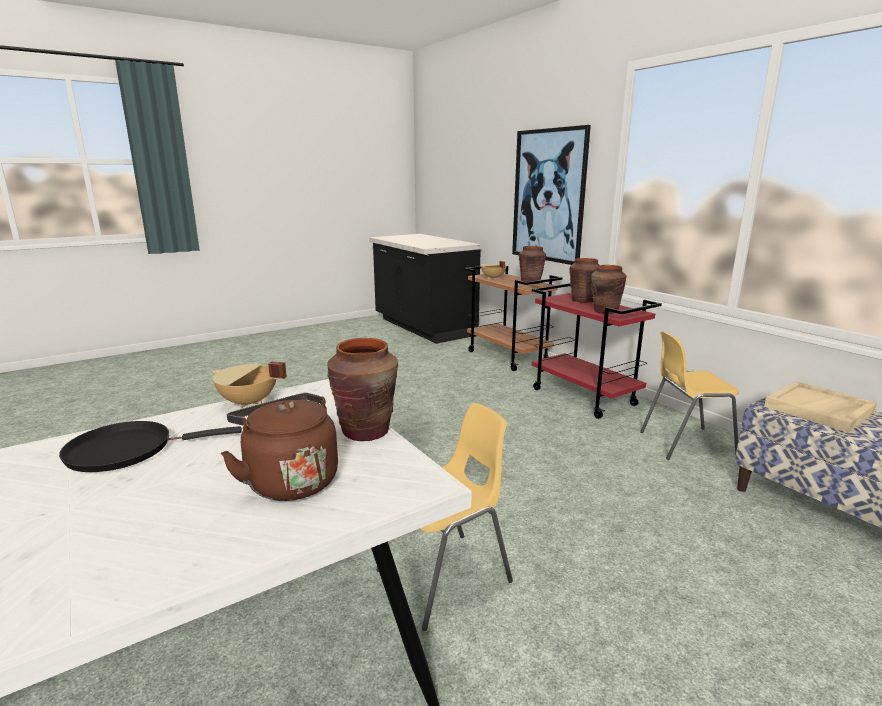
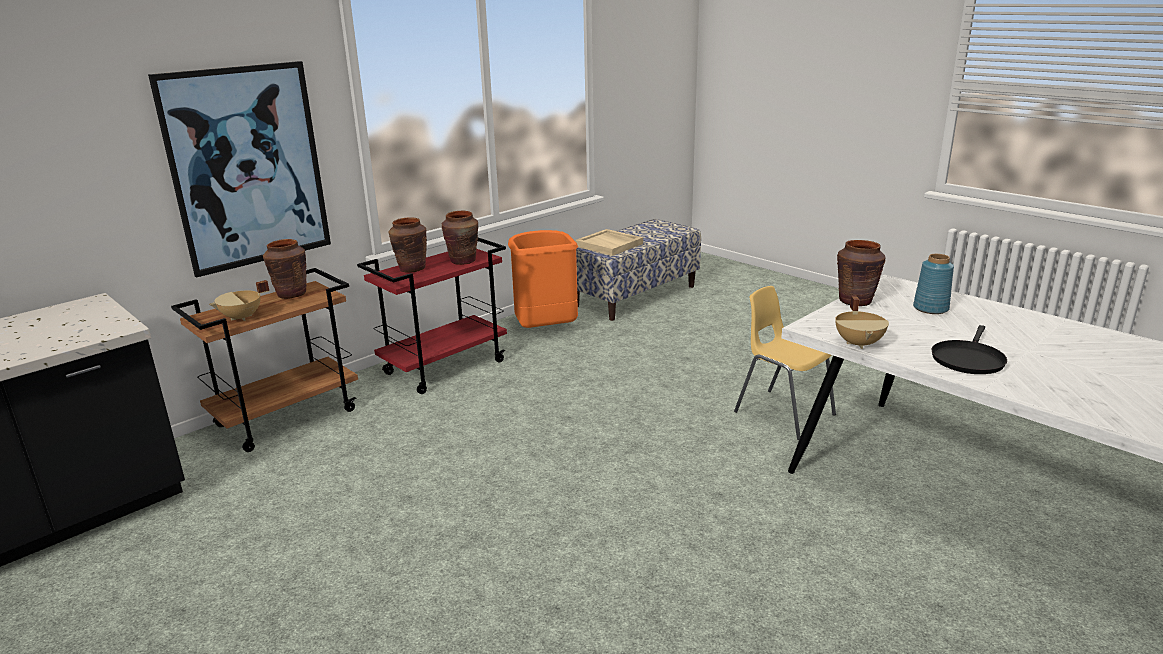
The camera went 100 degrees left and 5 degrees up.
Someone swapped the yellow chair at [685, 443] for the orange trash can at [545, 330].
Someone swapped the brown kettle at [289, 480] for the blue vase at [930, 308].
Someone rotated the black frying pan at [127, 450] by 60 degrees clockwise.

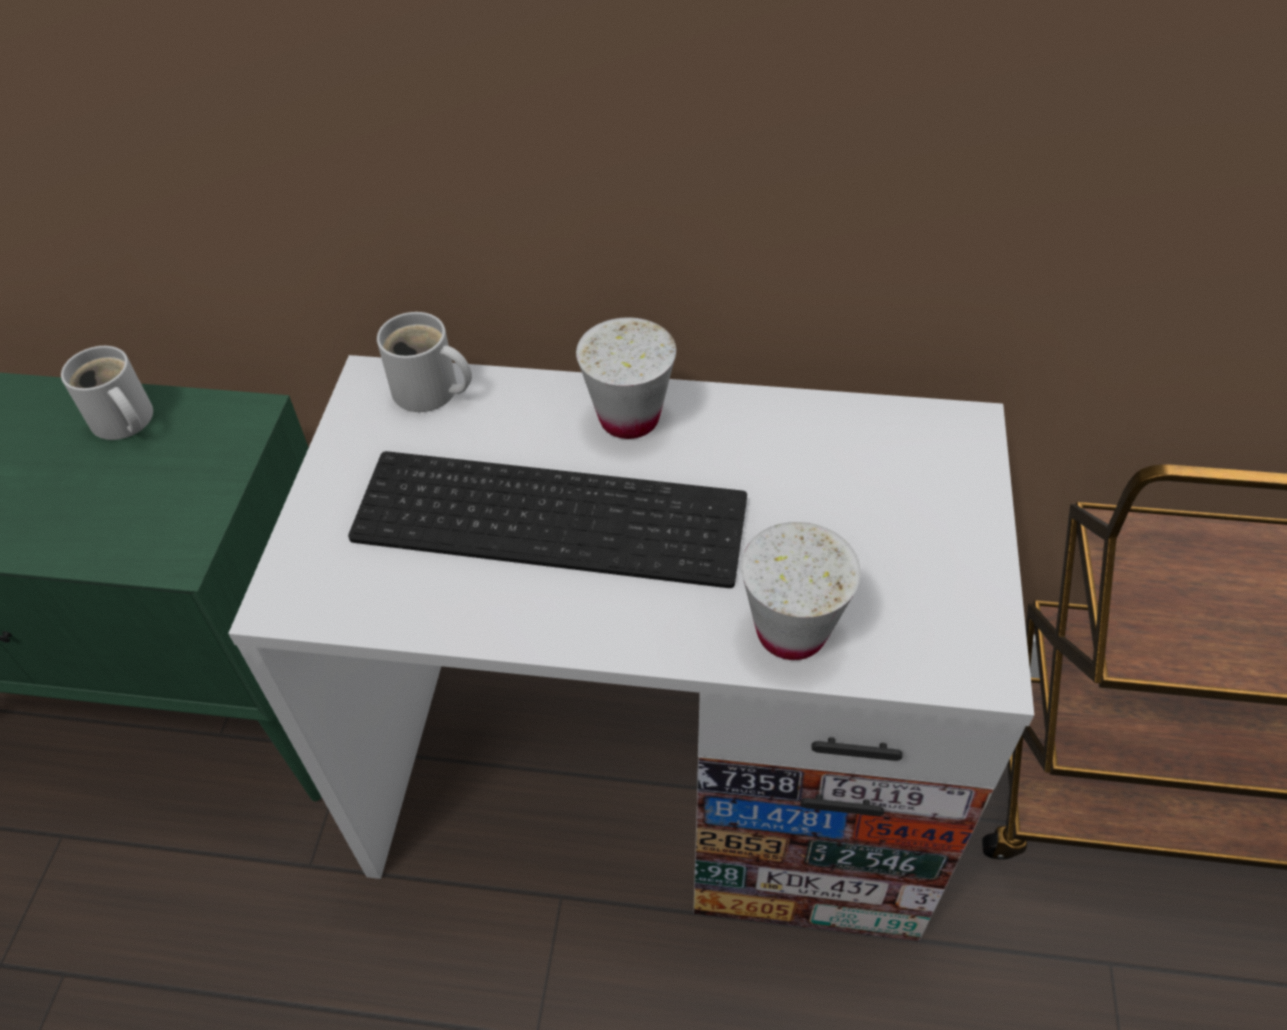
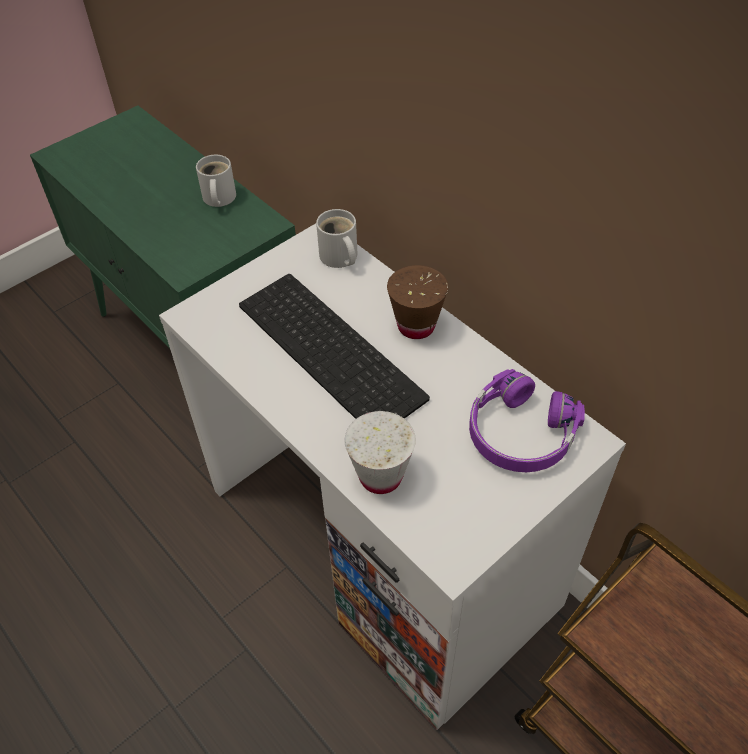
The camera went 40 degrees right and 0 degrees up.
Someone repainted the white cup at [629, 418], which became the brown cup at [416, 326].
Someone put down the purple headphones at [519, 434].

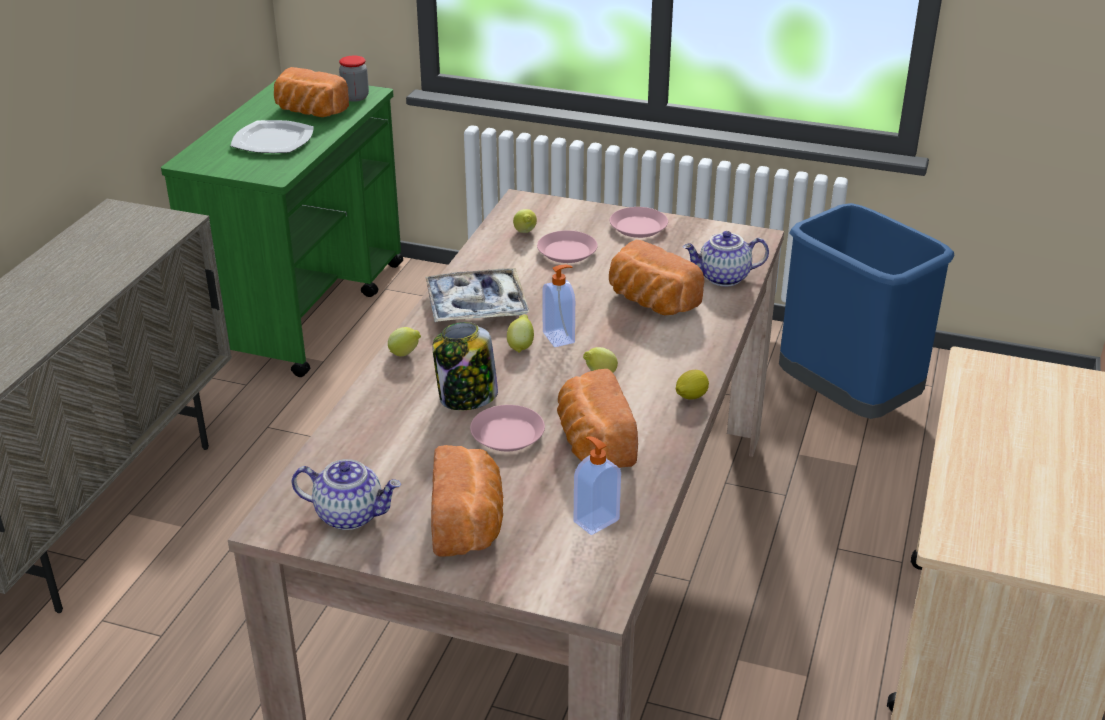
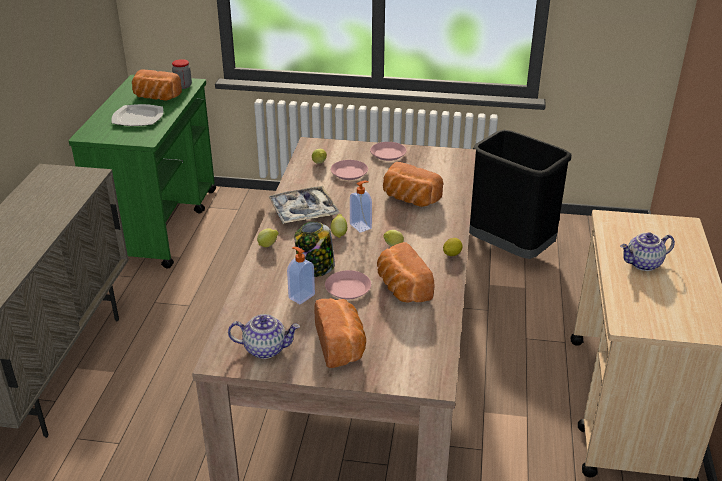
The camera went 10 degrees left and 0 degrees up.
Someone carried the soap dispenser from [595, 520] to [301, 296].
Someone repainted the blue trash can at [848, 400], which became the black trash can at [510, 249].
Someone carried the teapot from [723, 278] to [643, 264].

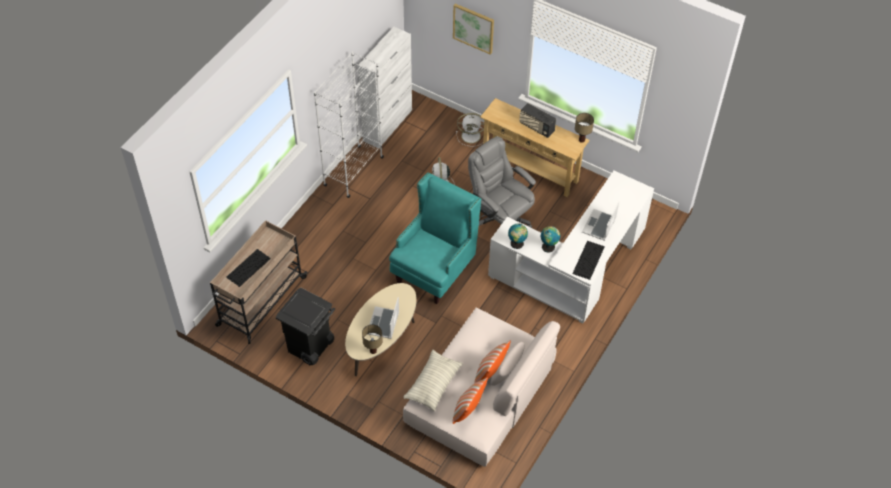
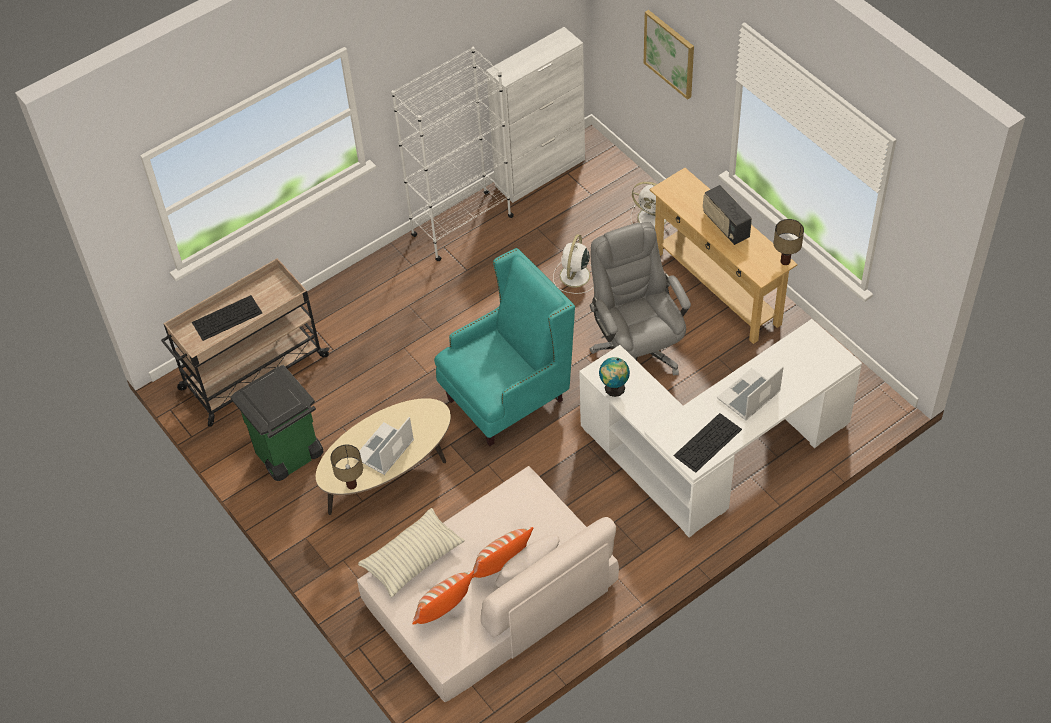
The camera went 25 degrees right and 0 degrees up.
Someone repainted the black trash can at [310, 347], which became the green trash can at [288, 456].
Someone took away the globe at [549, 246].

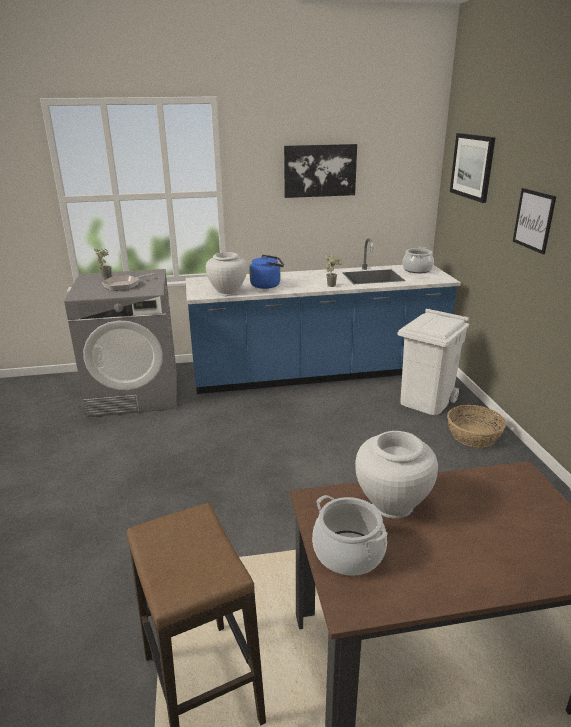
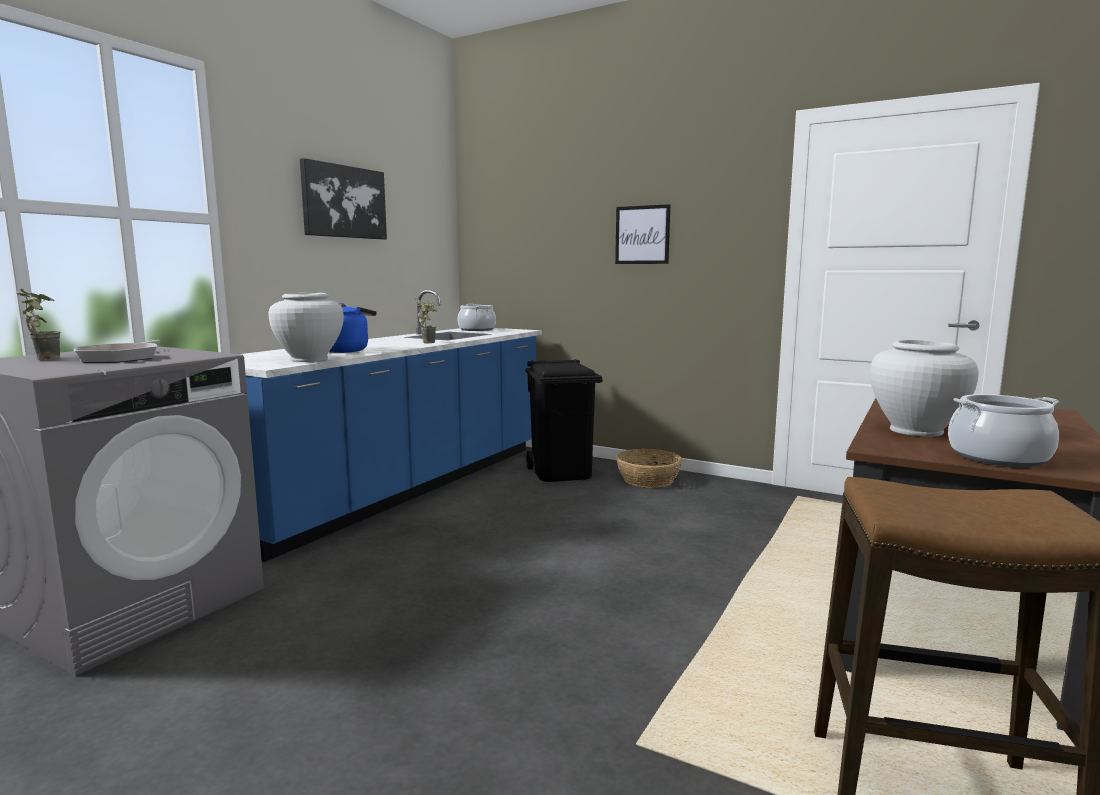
The camera went 50 degrees left and 15 degrees down.
Someone repainted the white trash can at [426, 401], which became the black trash can at [561, 472].
Someone took away the picture at [472, 166].

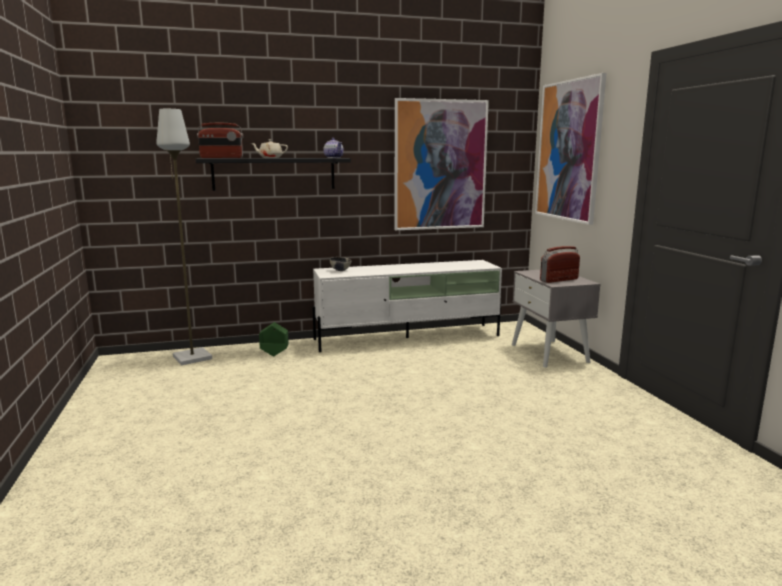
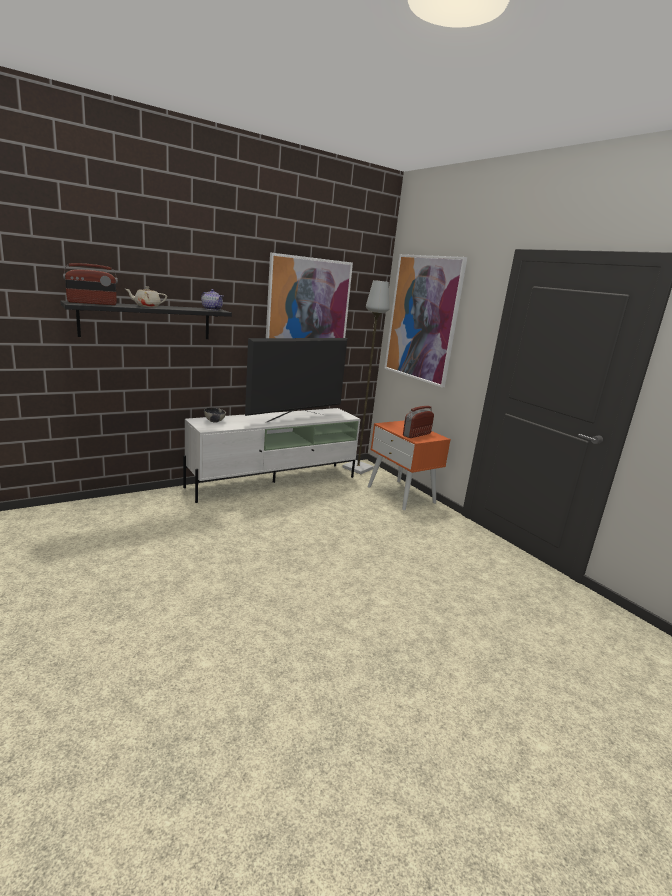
The camera went 20 degrees left and 5 degrees up.
Someone put down the television at [295, 418].
Someone carried the grey floor lamp from [192, 358] to [358, 468].
Someone repainted the grey nightstand at [549, 353], which became the orange nightstand at [401, 494].
Someone took away the green planter at [274, 354].

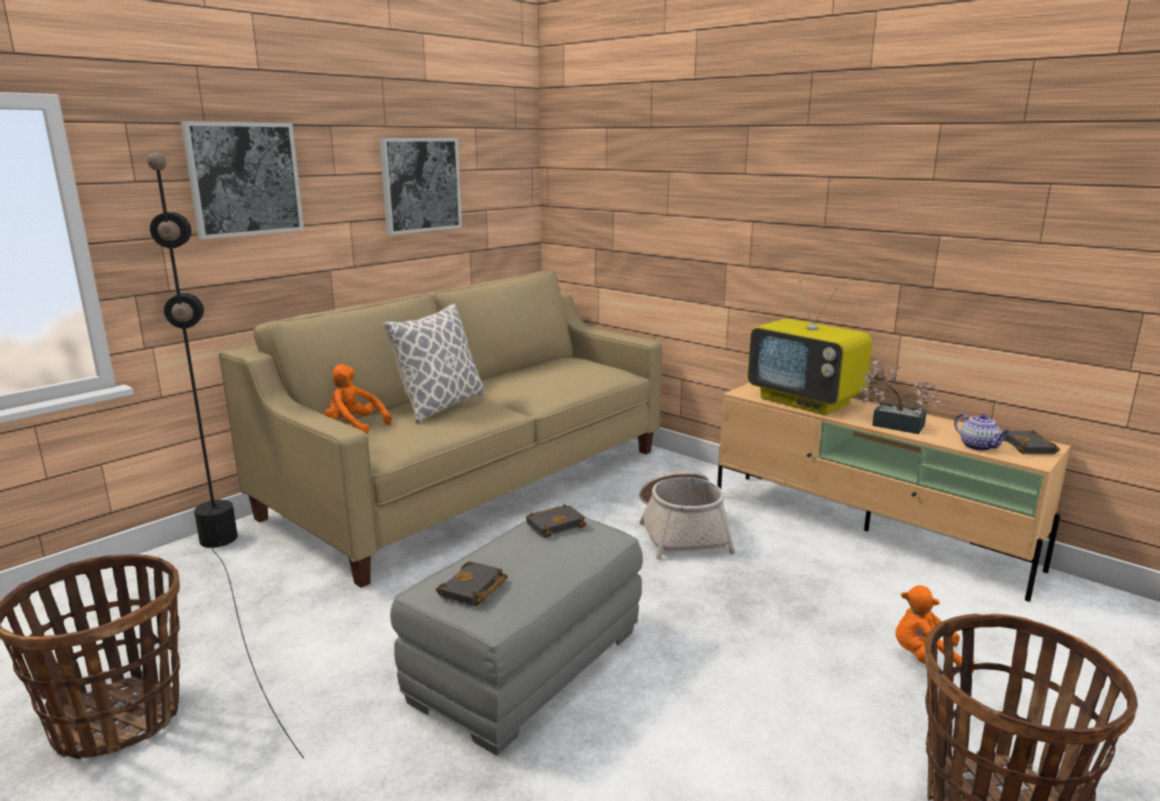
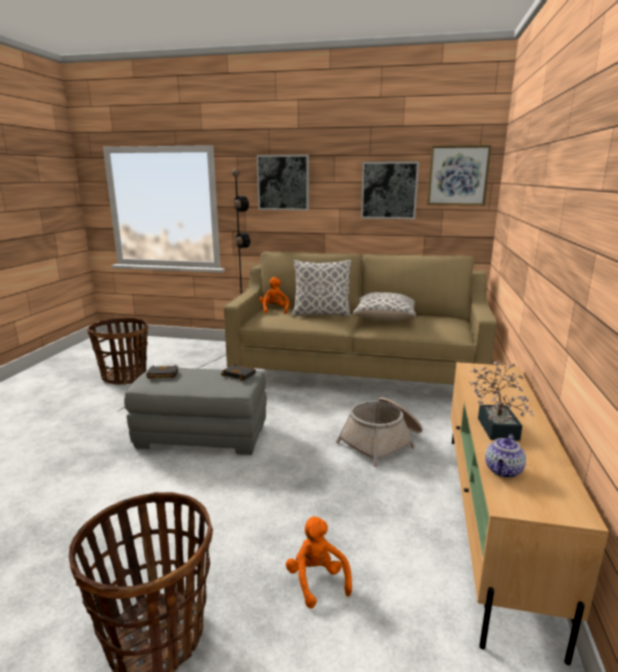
The camera went 60 degrees right and 0 degrees up.
Someone put down the pillow at [384, 319].
Someone put up the picture at [458, 175].
Someone took away the television at [805, 401].
Someone took away the black book at [1030, 447].

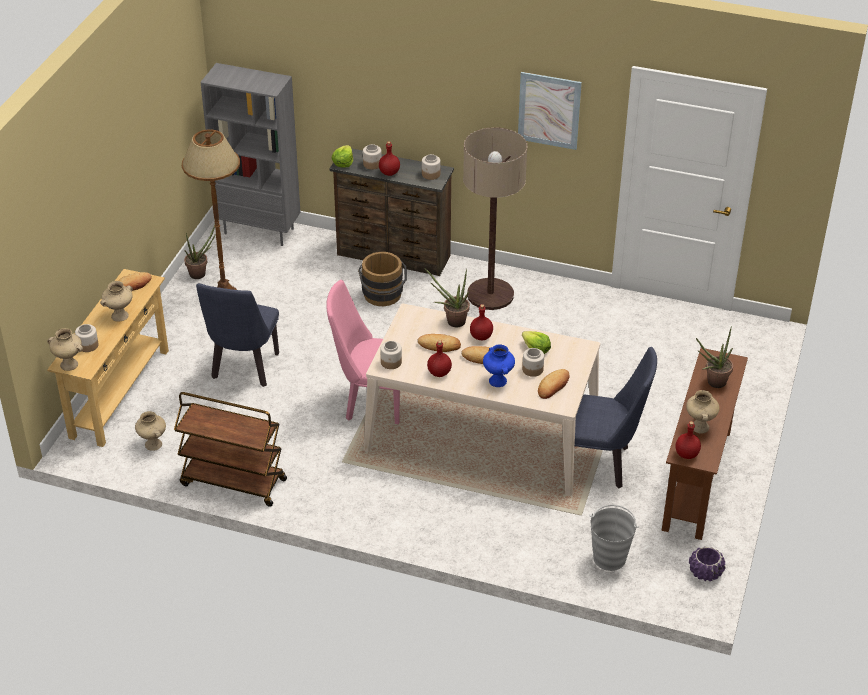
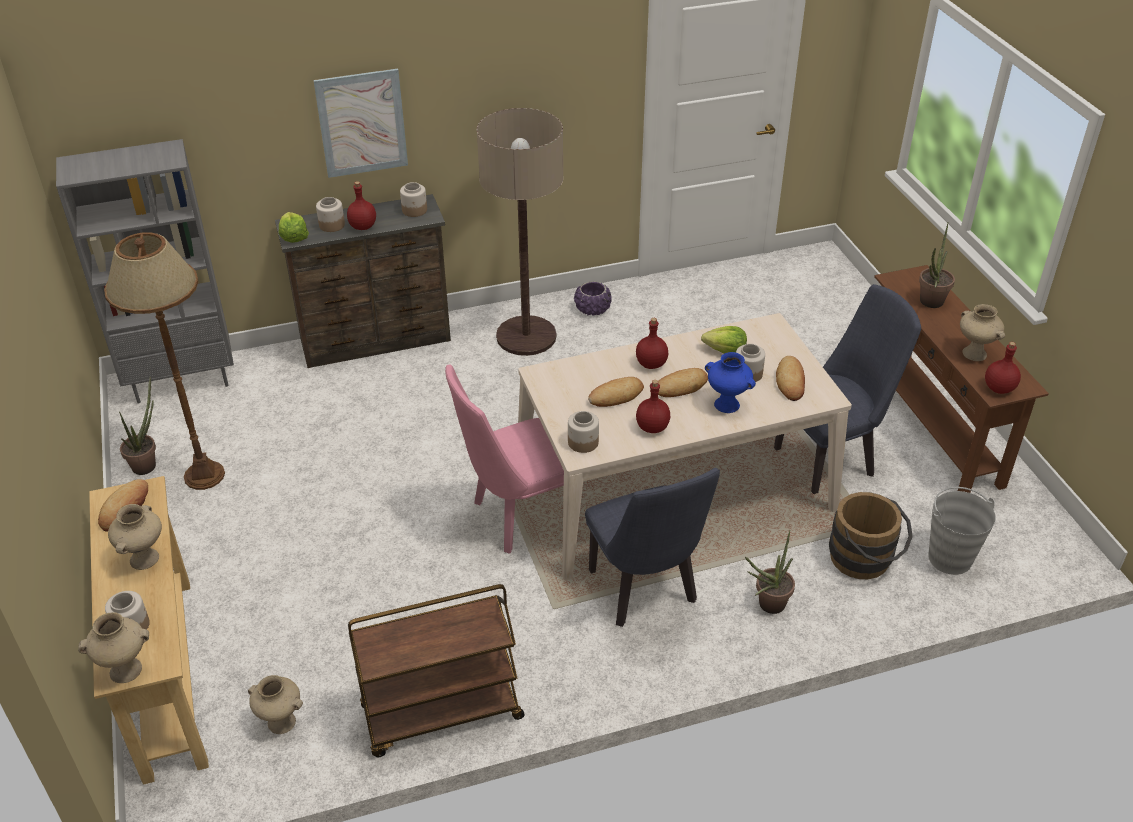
The camera went 35 degrees left and 0 degrees up.
Someone carried the picture from [549, 110] to [362, 123].
Someone carried the purple planter from [705, 572] to [593, 309].
Someone carried the blue chair from [244, 370] to [645, 593].
Someone carried the potted plant from [452, 321] to [767, 606].
Someone carried the brown bucket from [383, 297] to [865, 560].

